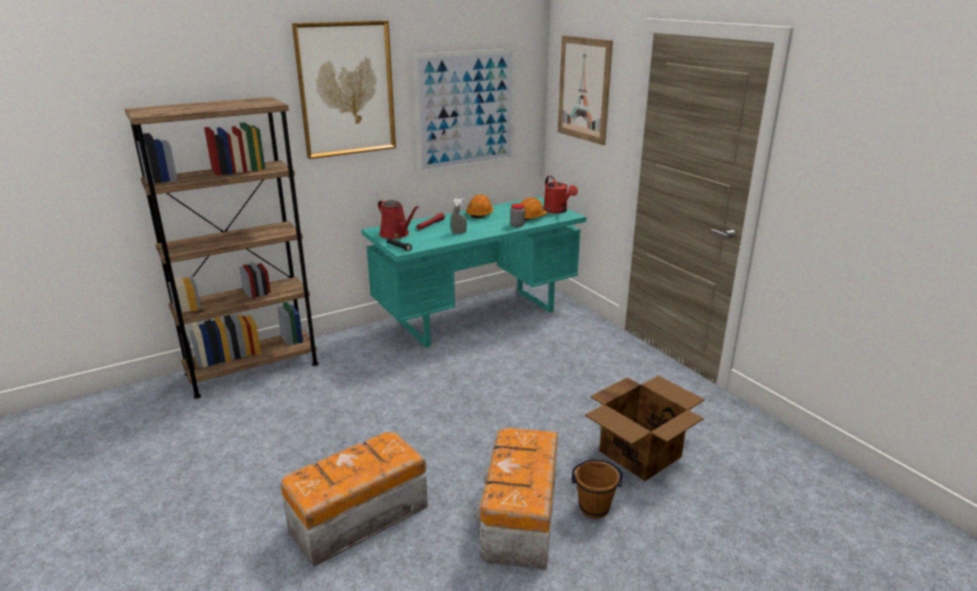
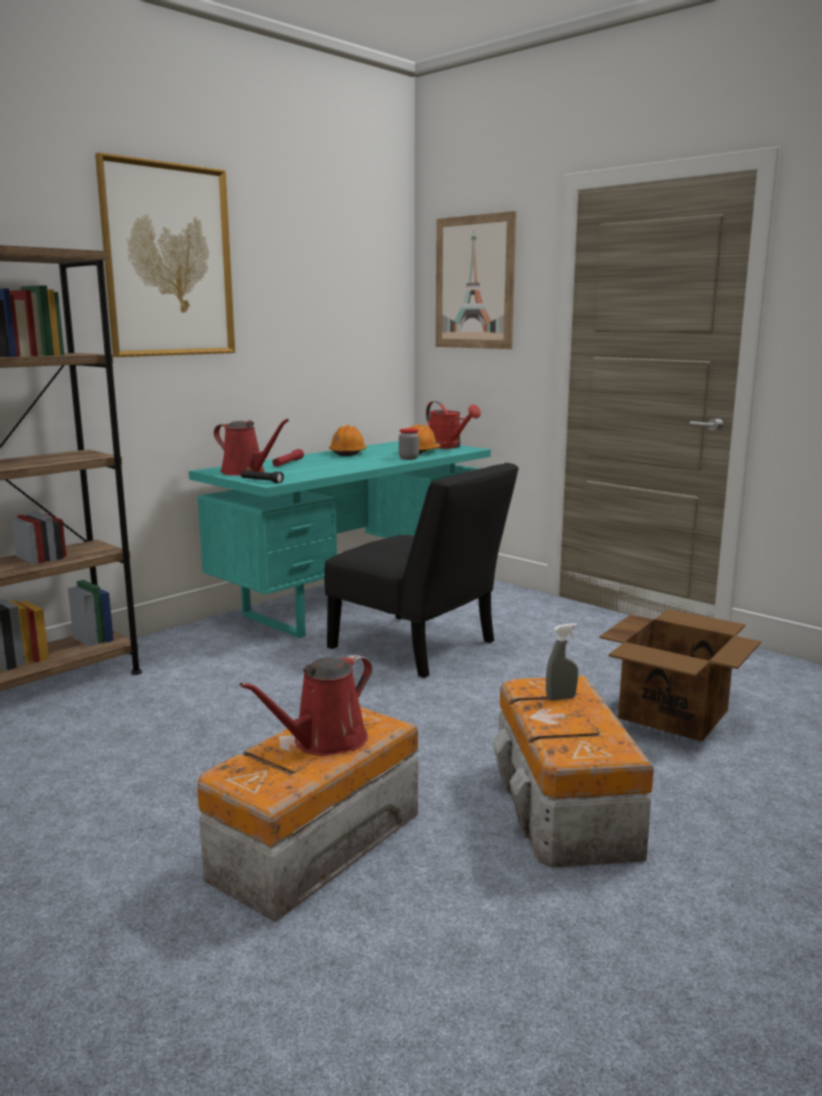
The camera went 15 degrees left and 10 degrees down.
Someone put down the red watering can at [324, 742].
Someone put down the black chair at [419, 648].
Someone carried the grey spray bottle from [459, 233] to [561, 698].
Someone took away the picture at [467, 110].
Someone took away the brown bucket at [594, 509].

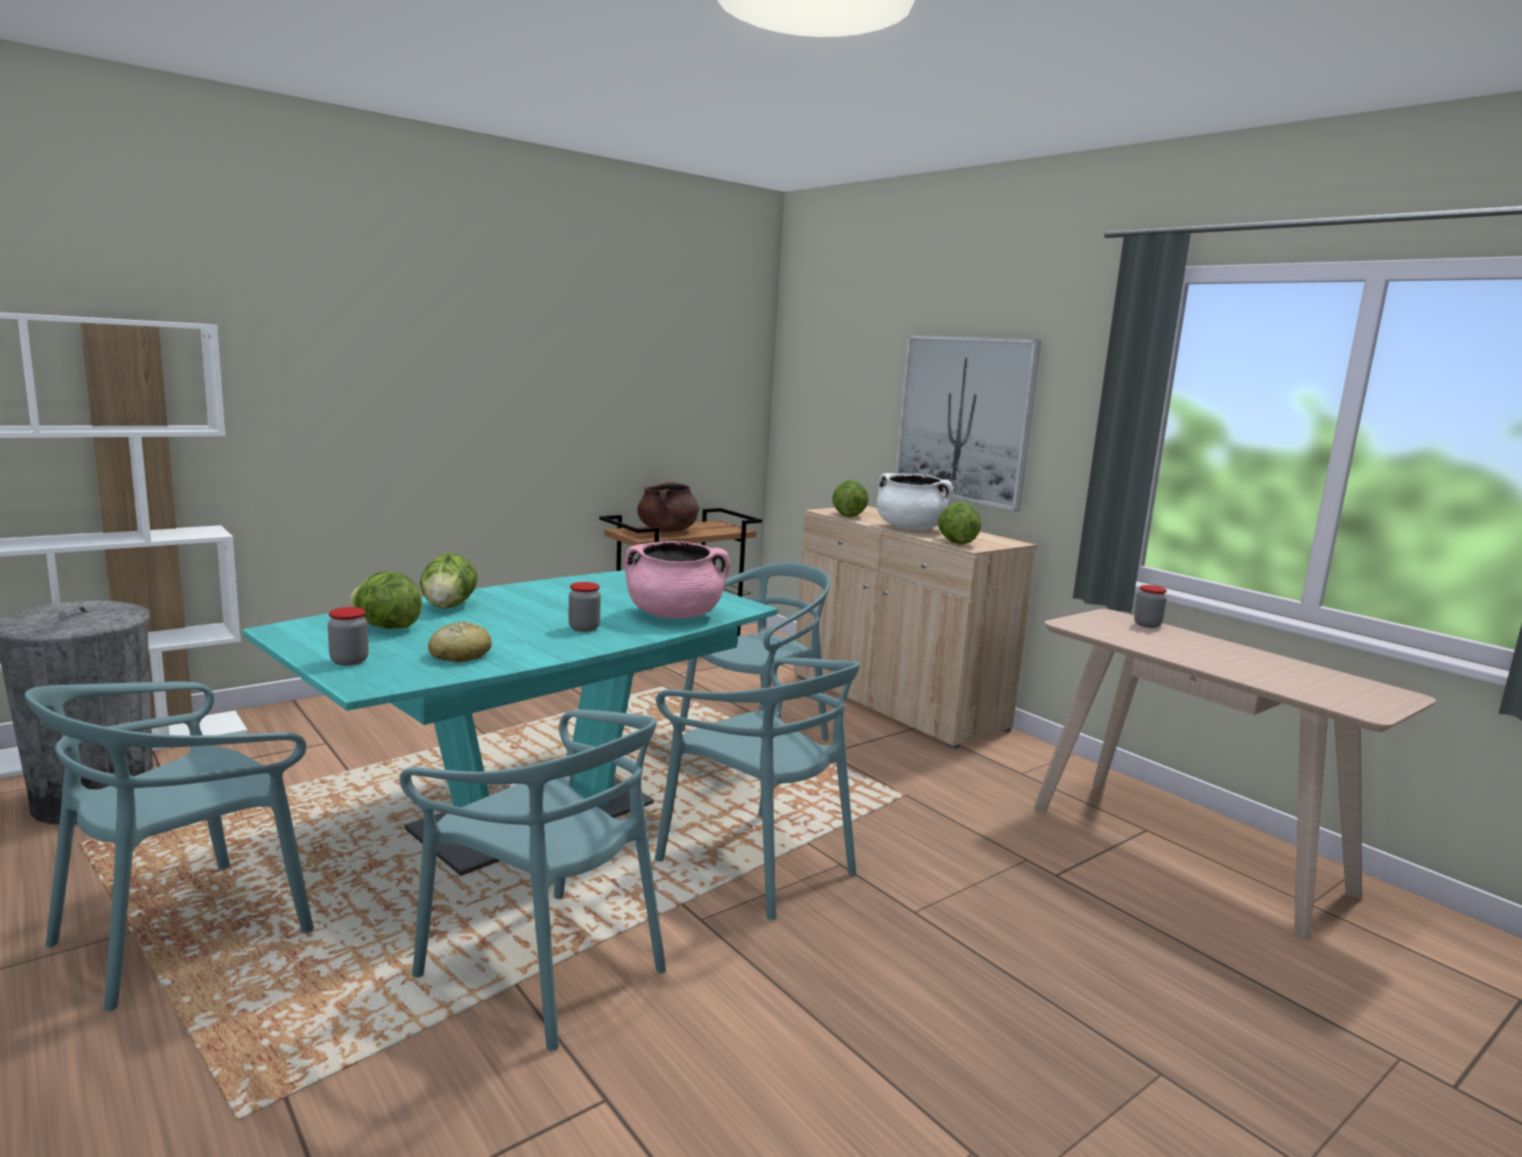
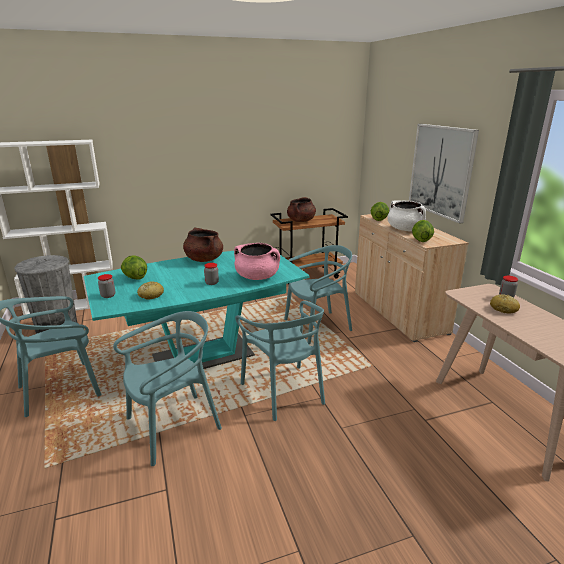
The camera went 20 degrees right and 10 degrees up.
Someone rotated the turquoise chair at [545, 967] by 90 degrees counterclockwise.
Someone put down the brown cooking pot at [204, 259].
Someone put down the bread at [504, 309].
Someone took away the lettuce at [449, 607].

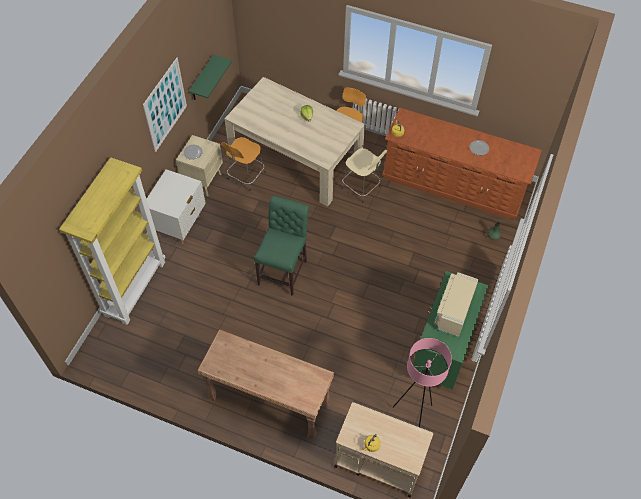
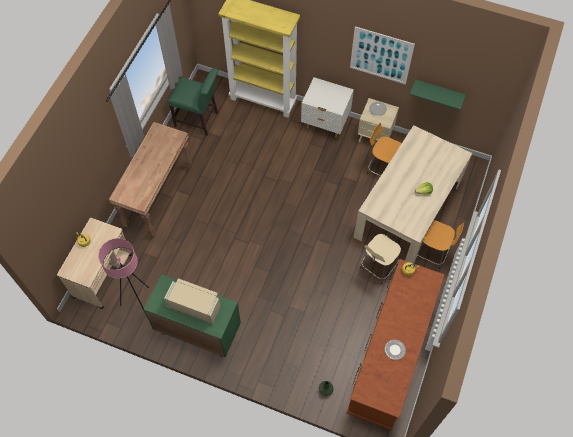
The camera went 90 degrees right and 5 degrees up.
Someone carried the green chair from [284, 270] to [199, 120].

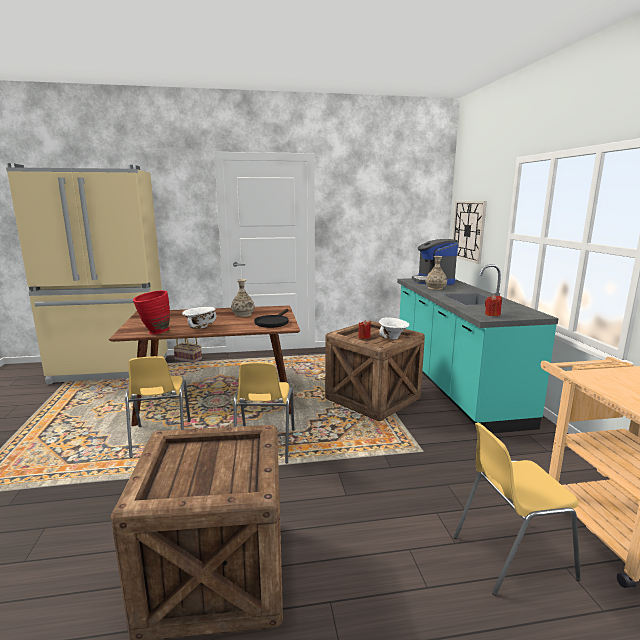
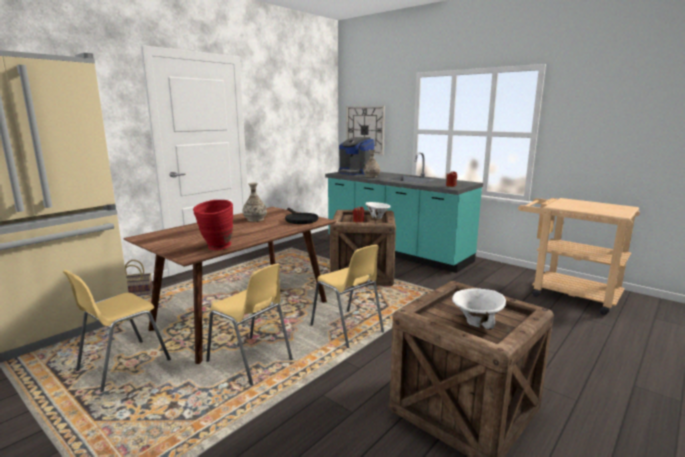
The camera went 40 degrees left and 0 degrees up.
Someone carried the yellow chair from [510, 556] to [122, 365].
Someone carried the white bowl from [200, 327] to [475, 323].

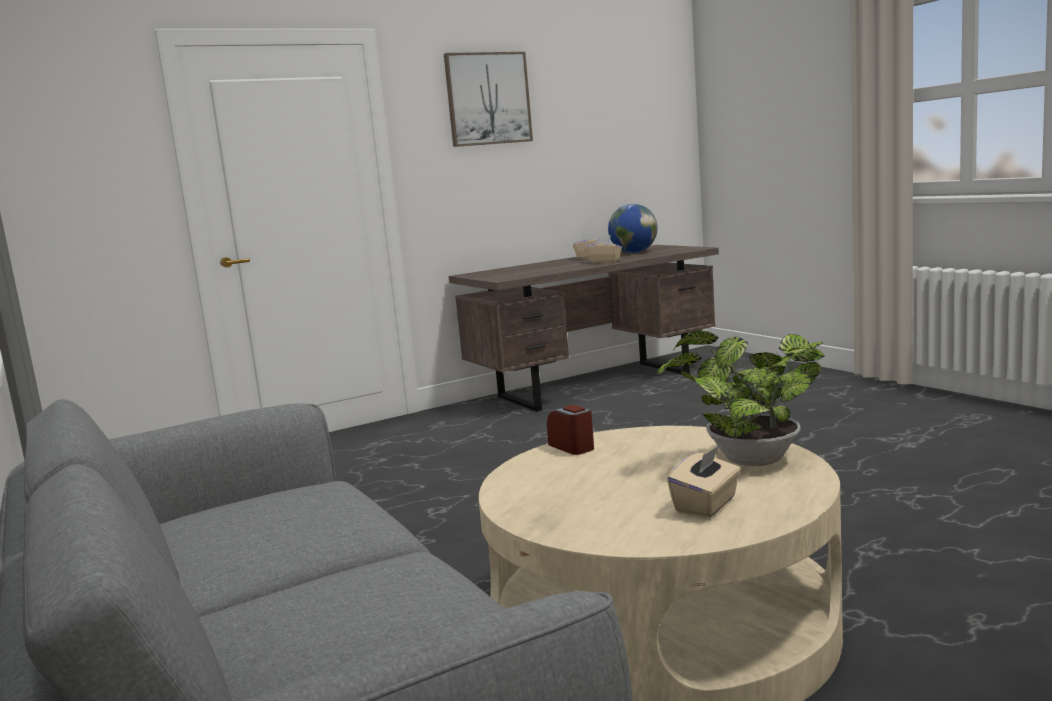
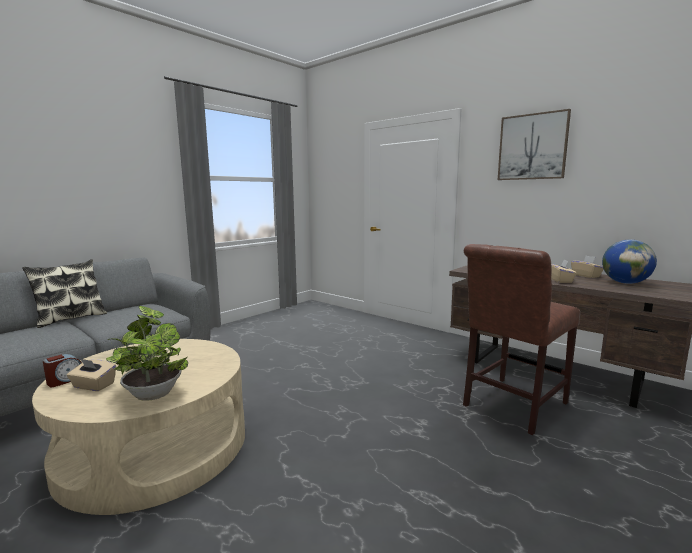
The camera went 70 degrees right and 0 degrees up.
Someone put down the pillow at [71, 318].
Someone carried the alarm clock from [572, 447] to [65, 380].
Someone put down the brown chair at [511, 406].

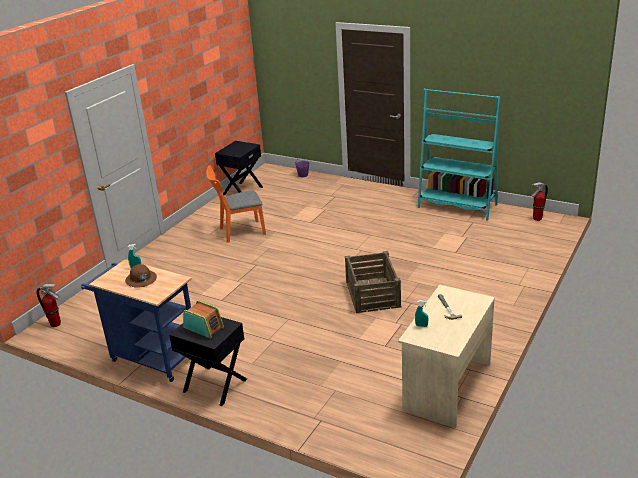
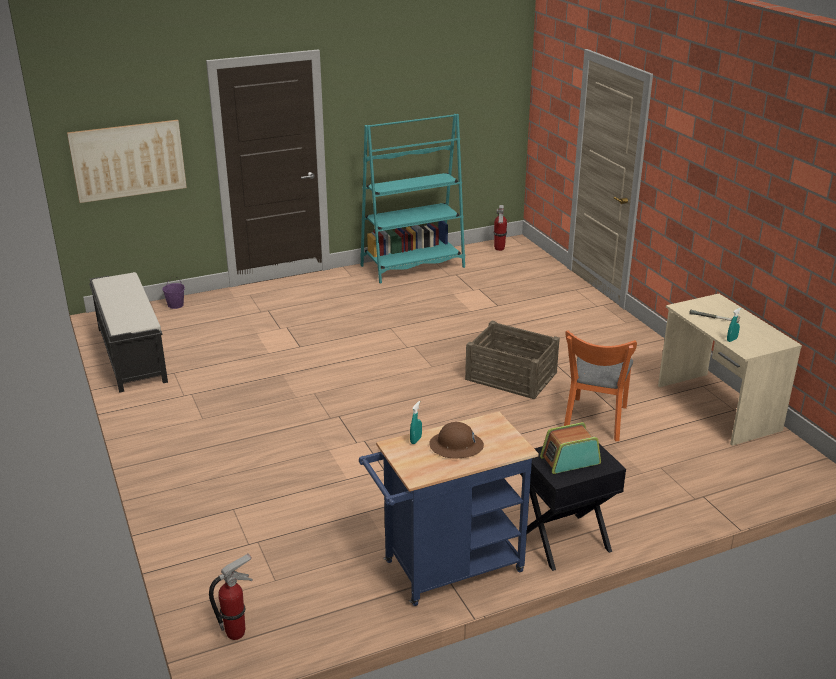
The camera went 55 degrees left and 0 degrees up.
Someone put up the picture at [128, 160].
Someone swapped the black nightstand at [242, 191] for the black bench at [131, 354].
Someone carried the orange chair from [239, 232] to [594, 422].

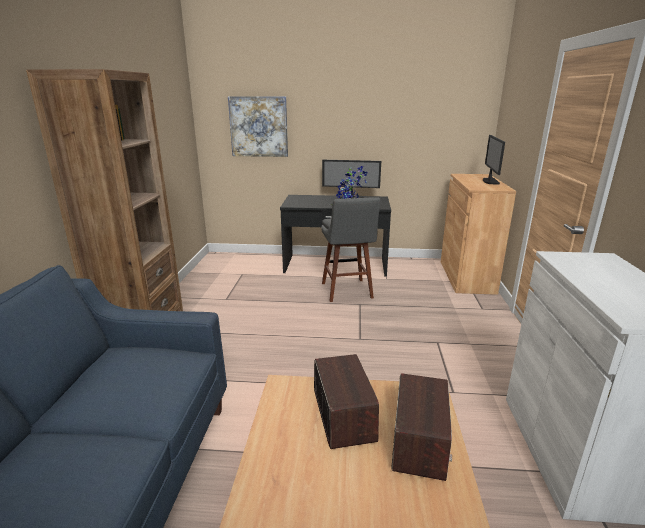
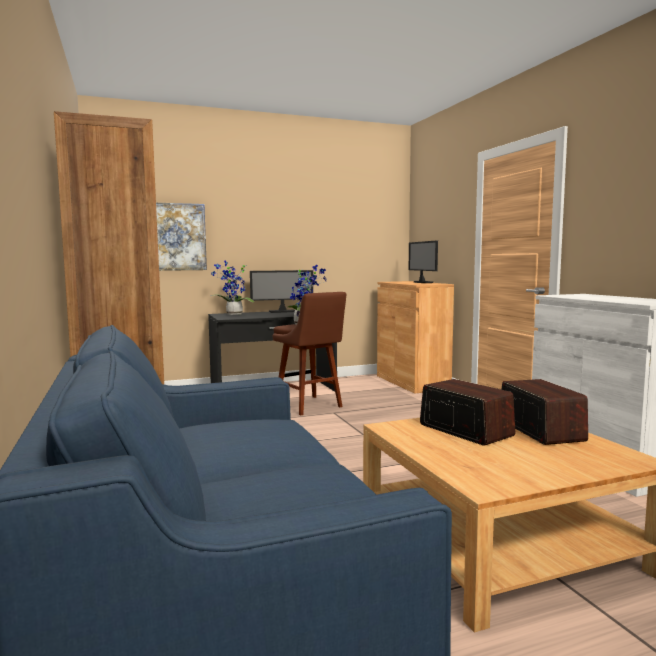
The camera went 25 degrees left and 15 degrees down.
Someone put down the potted plant at [233, 314].
Someone repainted the grey stool at [347, 292], which became the brown stool at [310, 406].

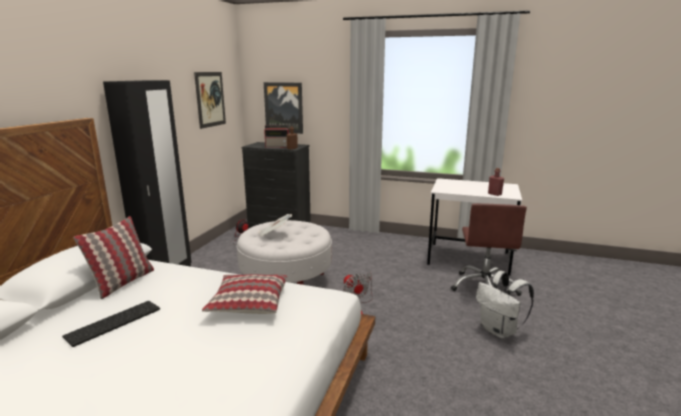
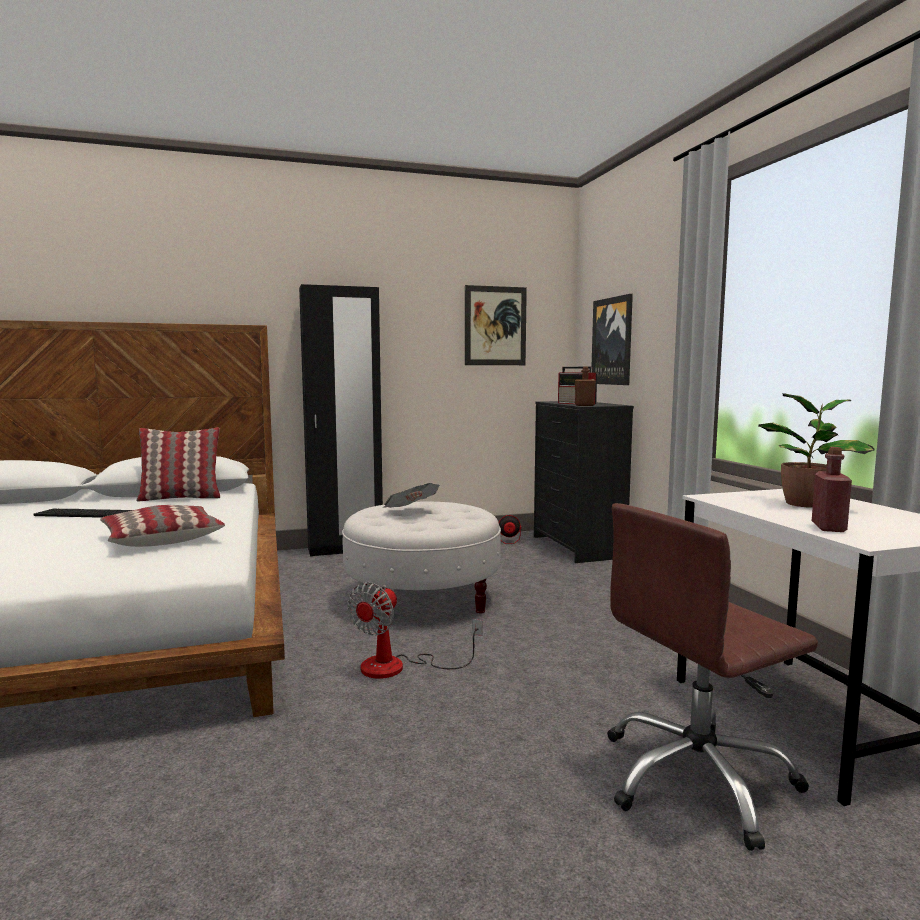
The camera went 55 degrees right and 10 degrees down.
Someone put down the potted plant at [807, 503].
Someone took away the white backpack at [499, 331].

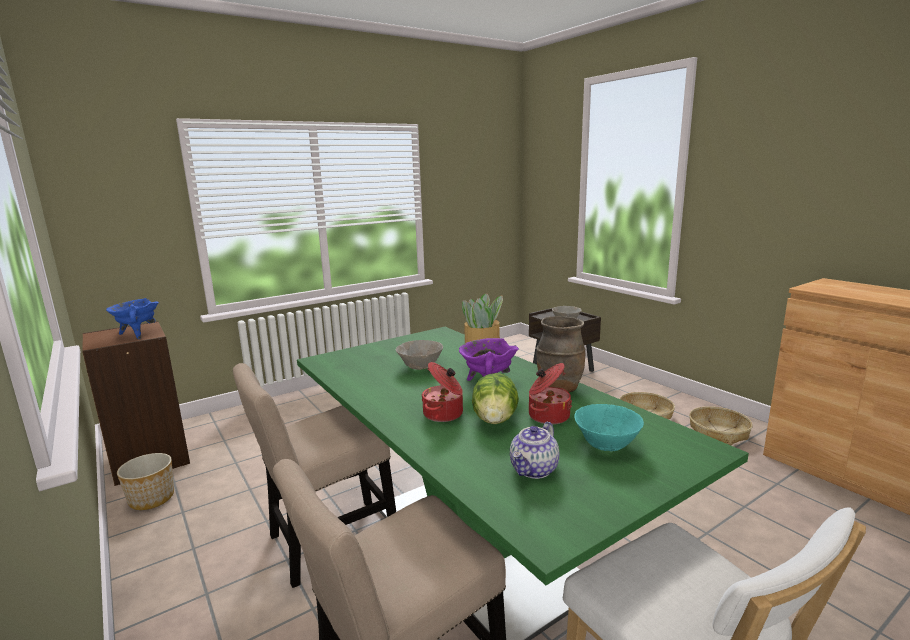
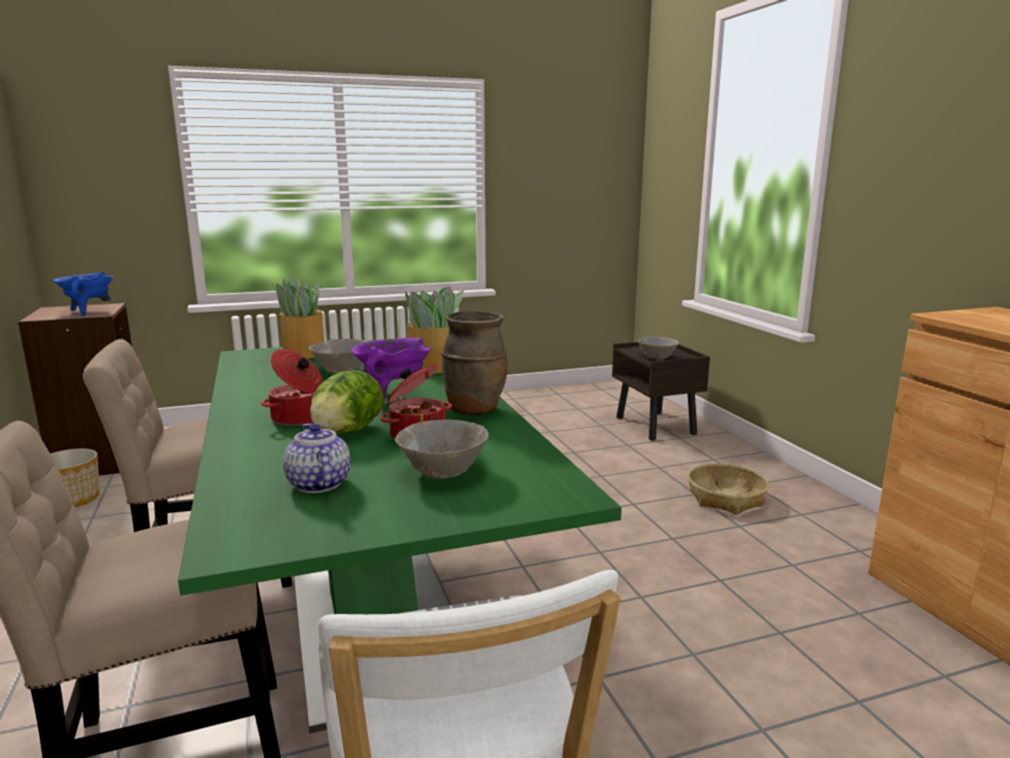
The camera went 15 degrees right and 0 degrees up.
Someone put down the potted plant at [304, 353].
Someone rotated the teapot at [534, 470] by 105 degrees clockwise.
Someone repainted the turquoise bowl at [606, 445], which became the grey bowl at [442, 472].
Someone took away the basket at [718, 432].

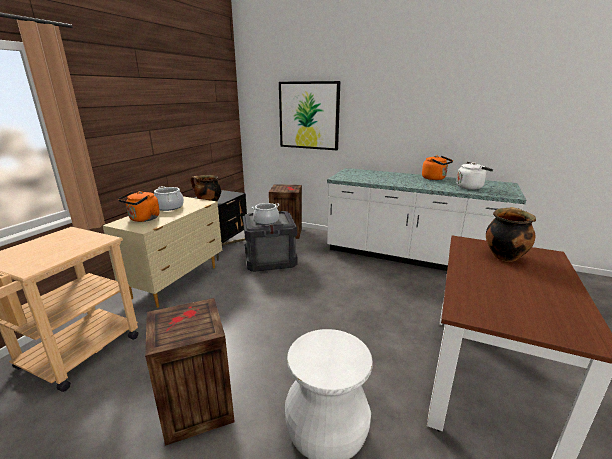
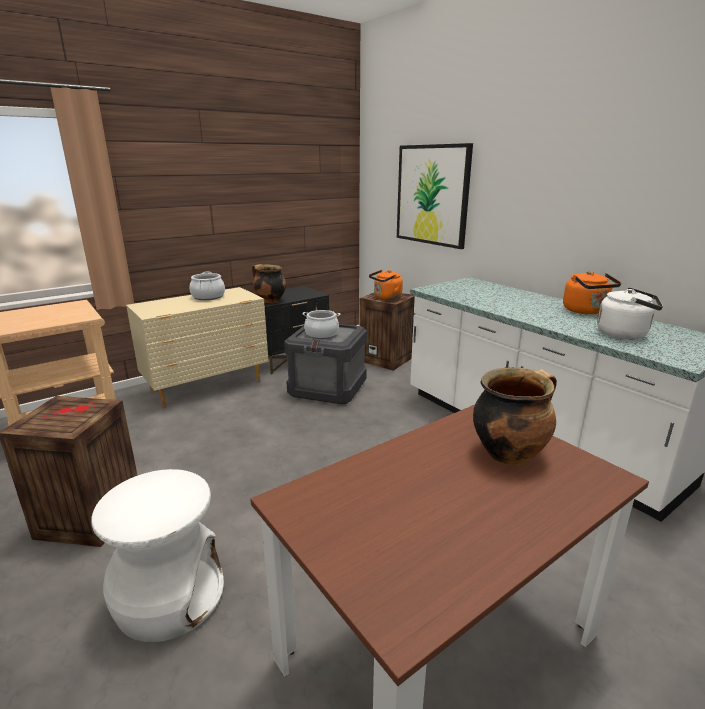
The camera went 30 degrees right and 0 degrees up.
Someone carried the orange kettle from [143, 219] to [386, 298].

